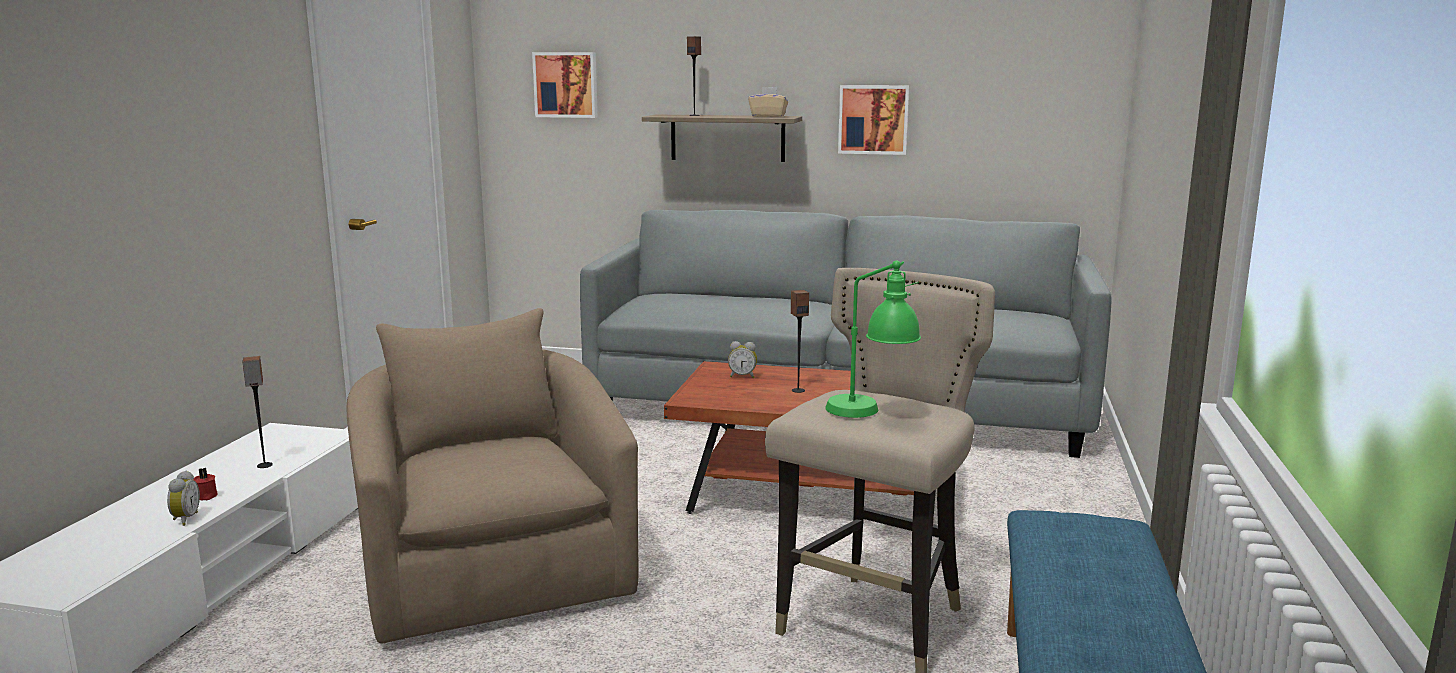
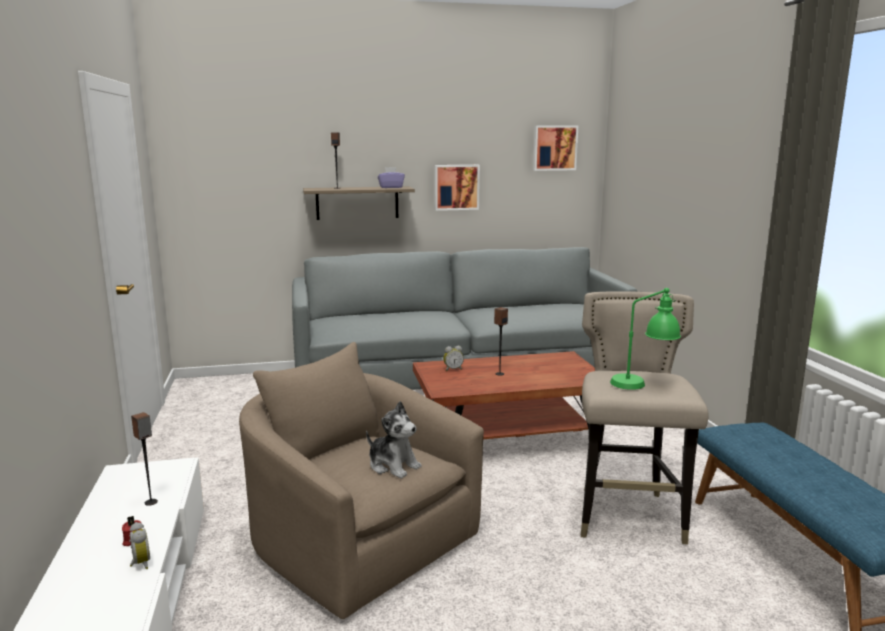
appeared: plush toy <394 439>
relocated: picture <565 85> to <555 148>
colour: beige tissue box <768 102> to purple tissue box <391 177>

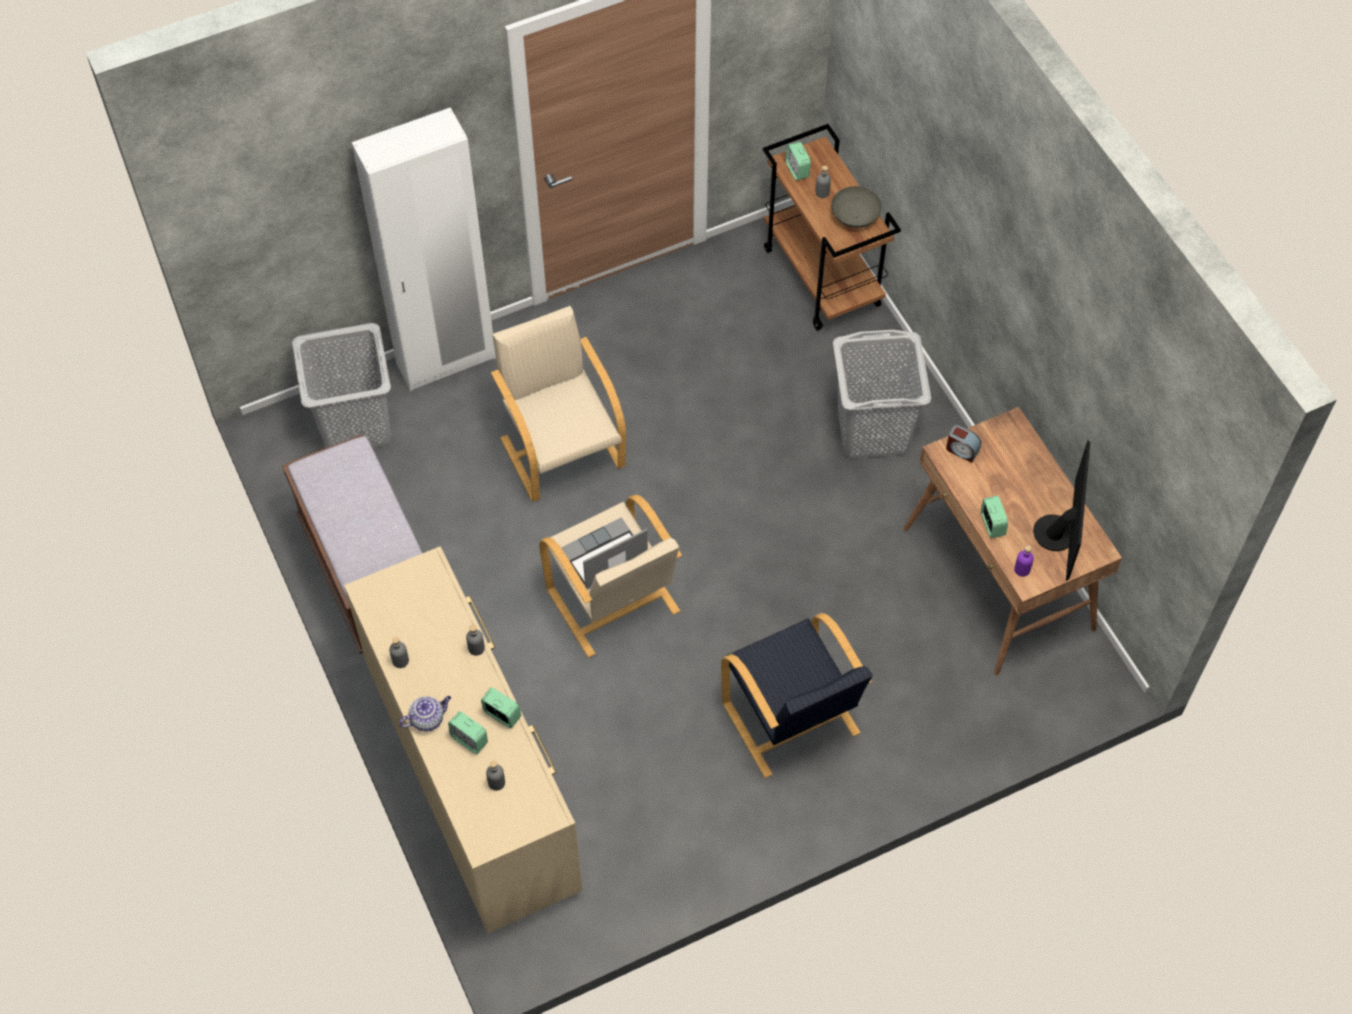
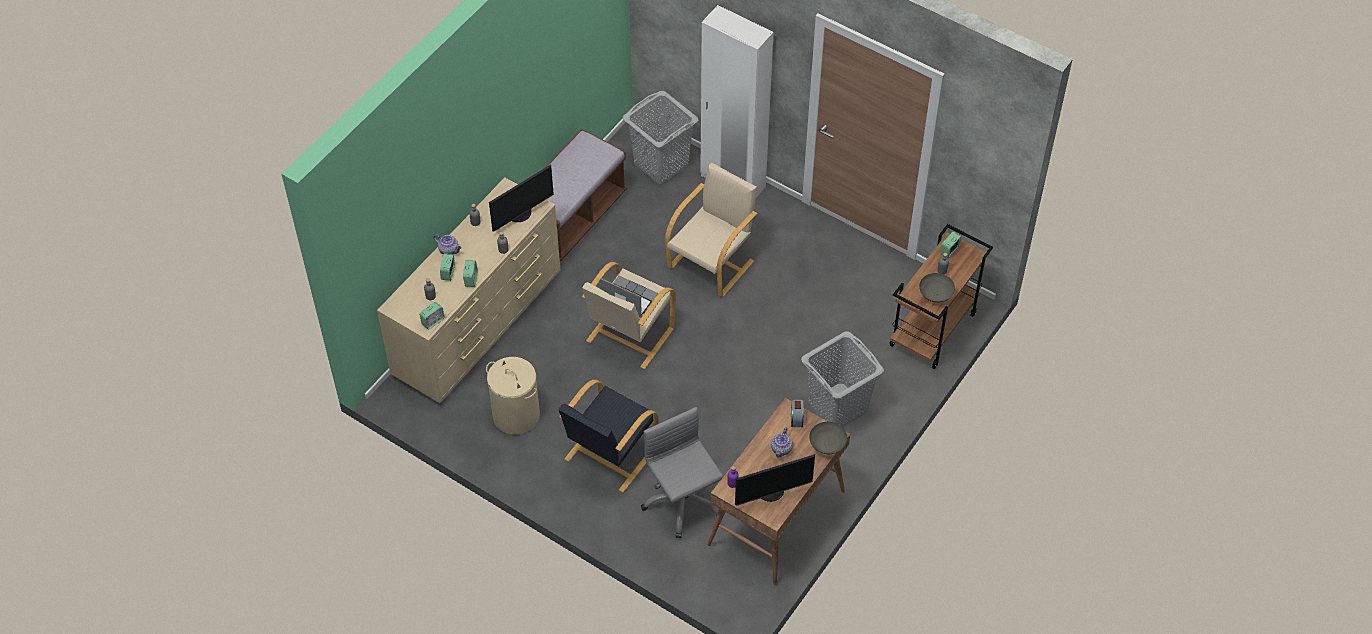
appeared: beige laundry basket <513 396>; monitor <521 198>; grey office chair <682 472>; teapot <782 442>; grey bowl <828 438>
relocated: alarm clock <994 516> to <432 315>

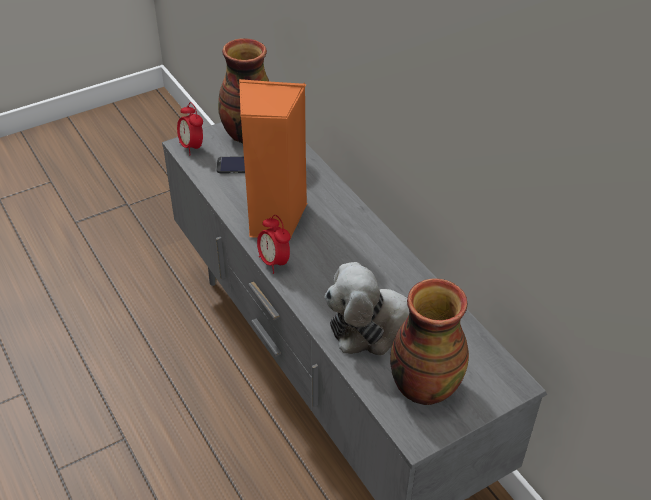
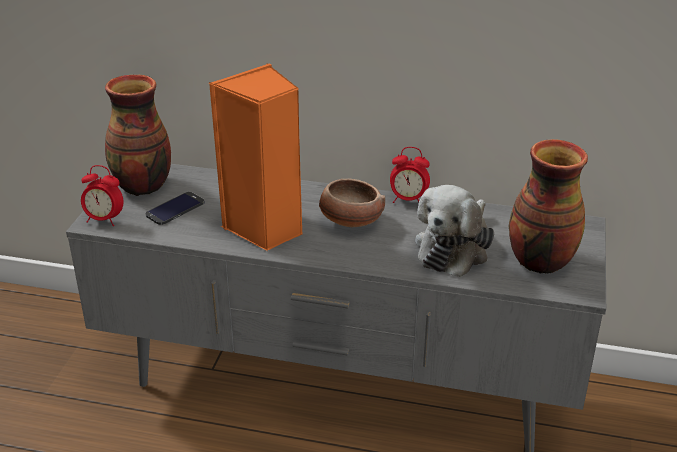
appeared: bowl <352 202>
relocated: alarm clock <274 244> to <410 175>

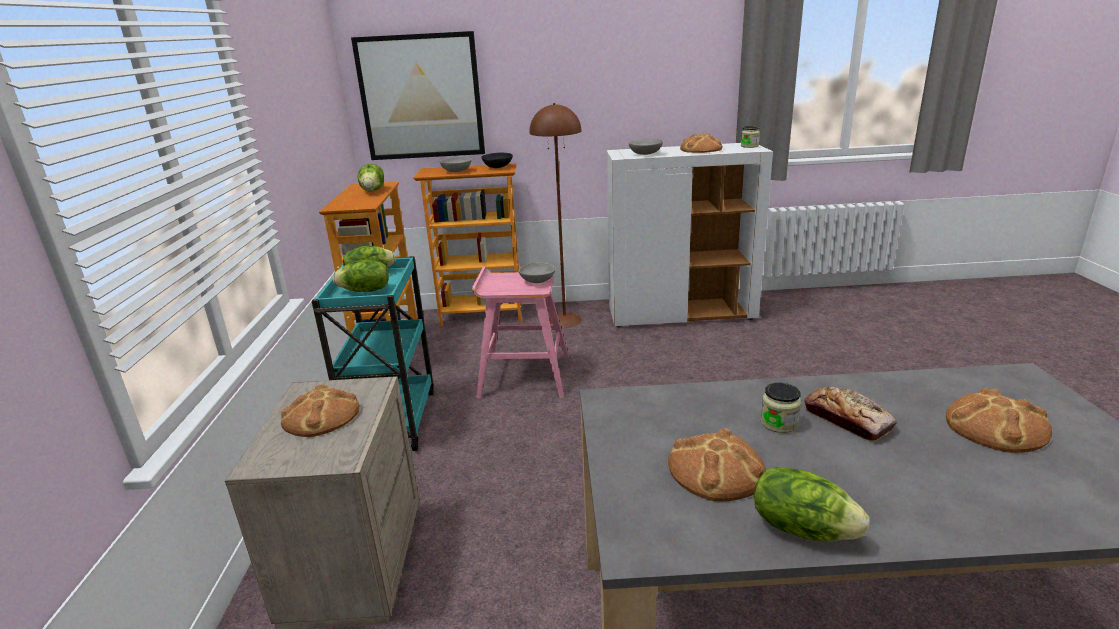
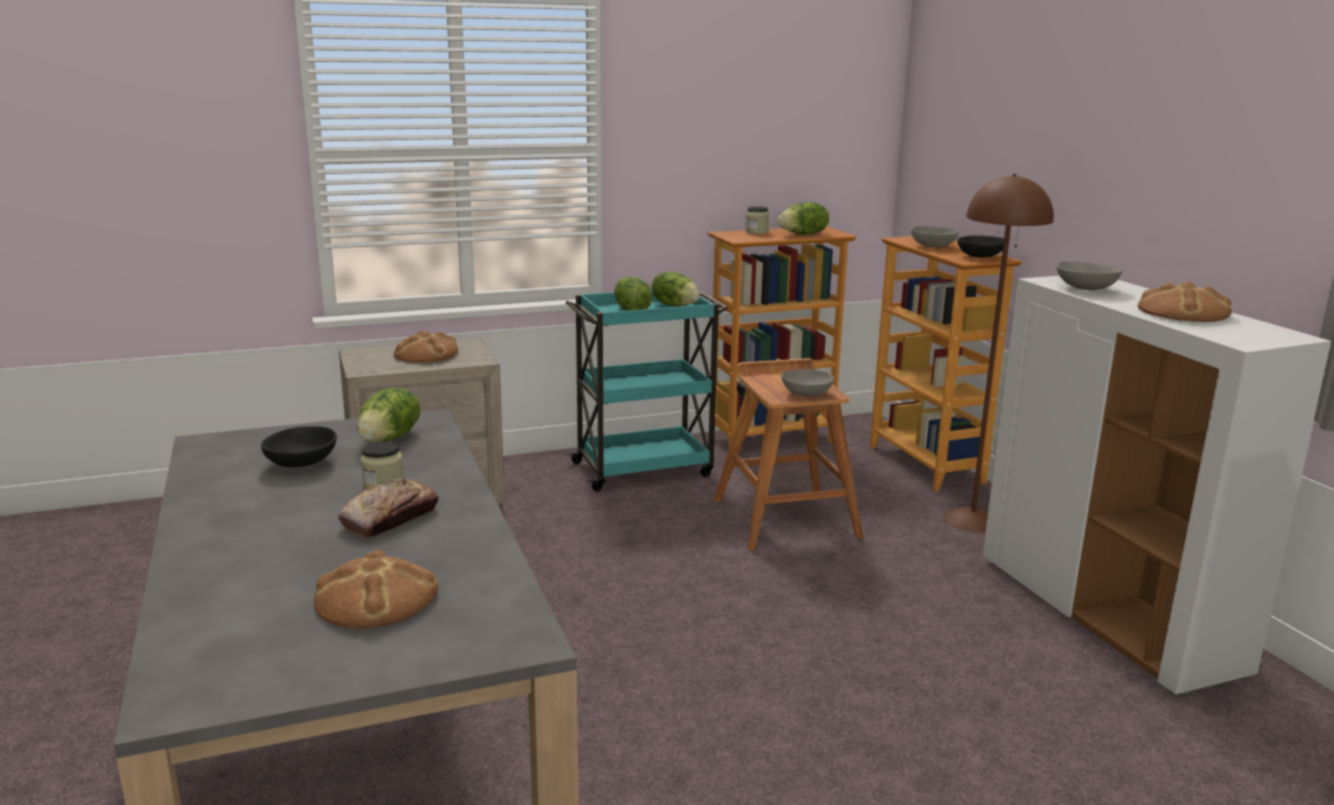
missing: picture <418 95>
relocated: jar <750 137> to <757 220>; lettuce <812 504> to <388 415>
exchanged: bread <717 465> to black bowl <299 446>
colour: pink stool <520 332> to brown stool <788 454>

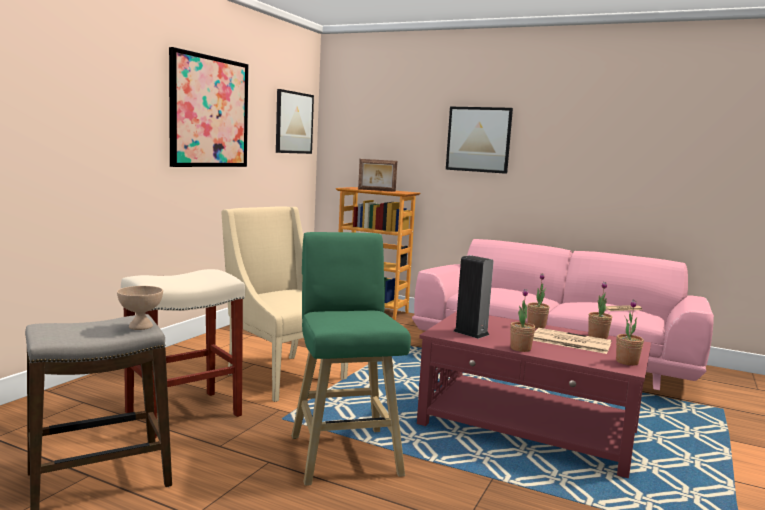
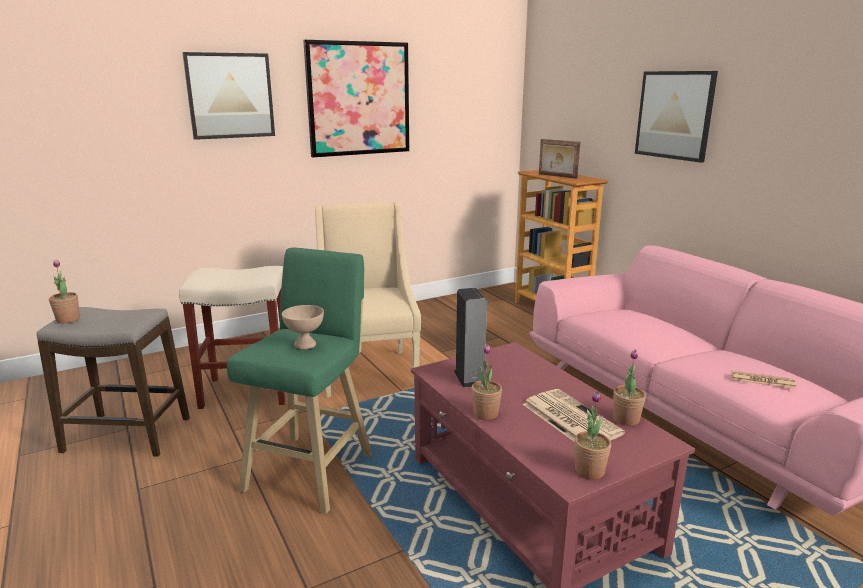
relocated: beige bowl <140 308> to <303 327>; picture <295 121> to <228 96>; potted plant <538 300> to <64 291>

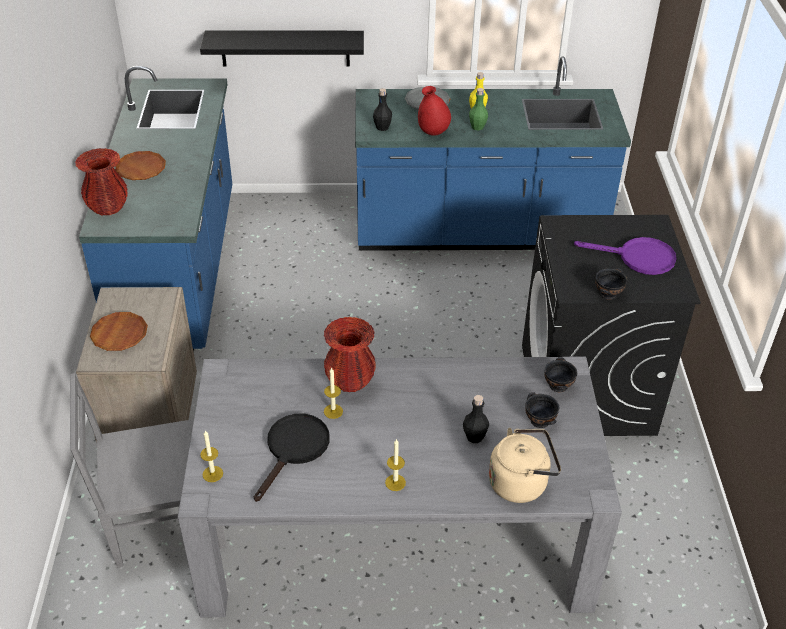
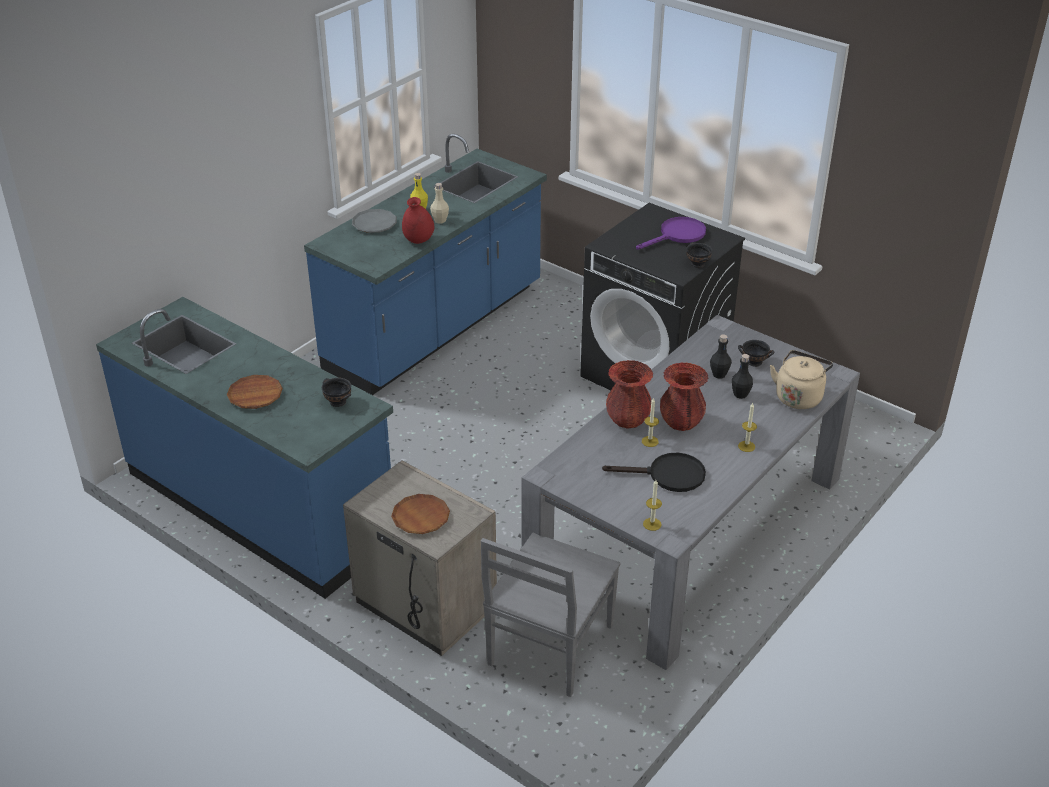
missing: black shelf <282 48>
relocated: red vase <101 181> to <684 396>; black bottle <382 109> to <721 356>; black bowl <560 374> to <336 392>
colour: green bottle <478 109> to beige bottle <439 203>
spun: black frying pan <291 458> = <654 472> 120 degrees clockwise

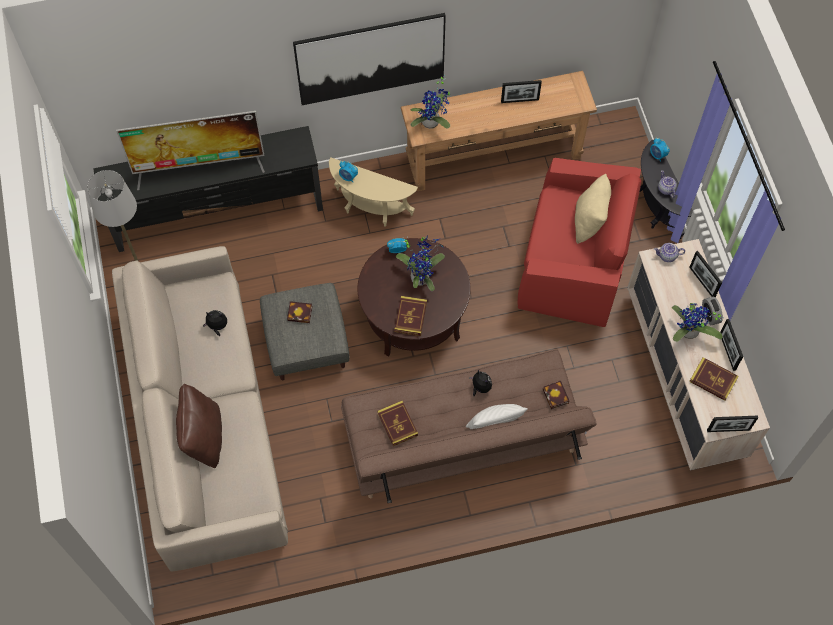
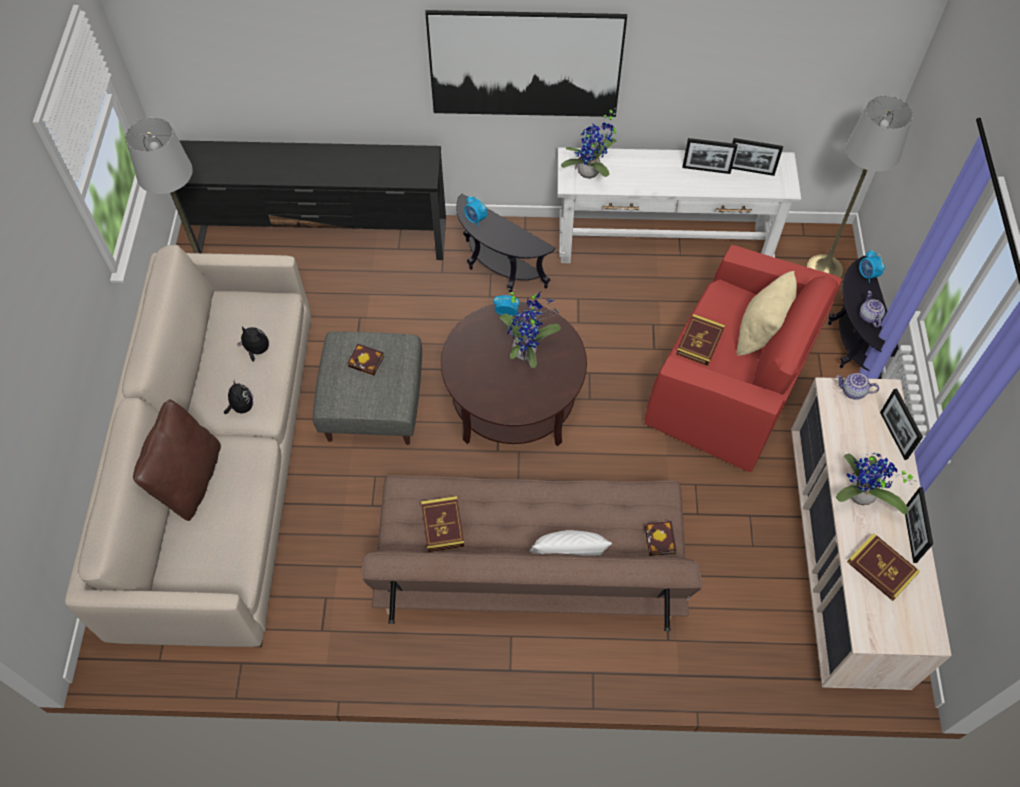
missing: television <190 150>; alarm clock <712 310>
appeared: grey floor lamp <859 187>
relocated: book <410 316> to <700 340>; plush toy <480 383> to <238 397>; picture frame <732 424> to <757 157>
colour: beige side table <373 192> to black side table <506 243>; brown console table <499 131> to white console table <679 205>

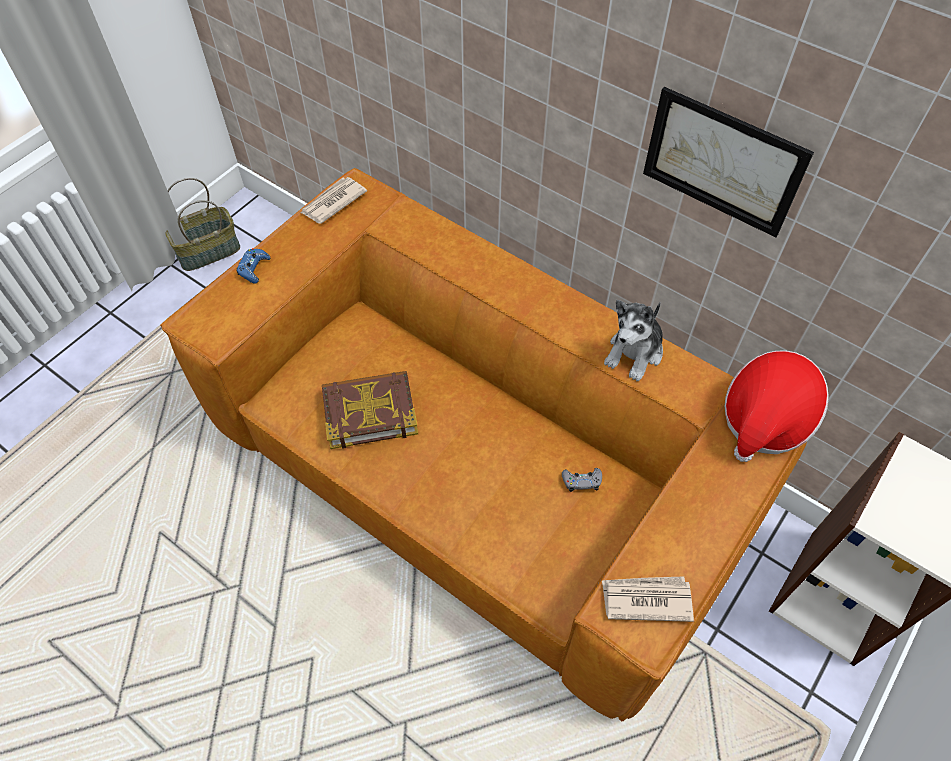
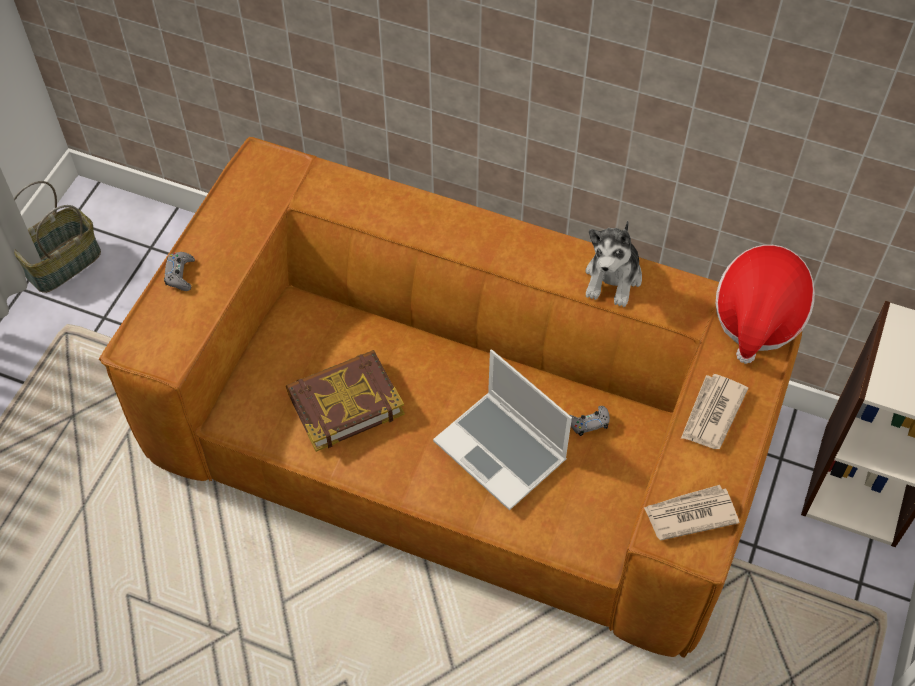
missing: picture <728 162>
appeared: laptop <502 430>
relocated: newspaper <334 200> to <714 411>
colour: blue game controller <253 266> to grey game controller <179 271>

